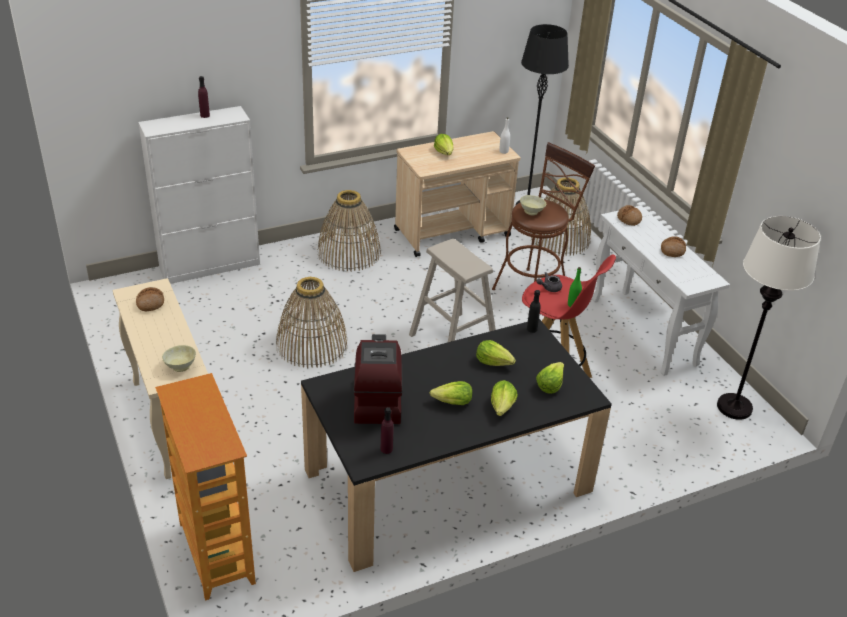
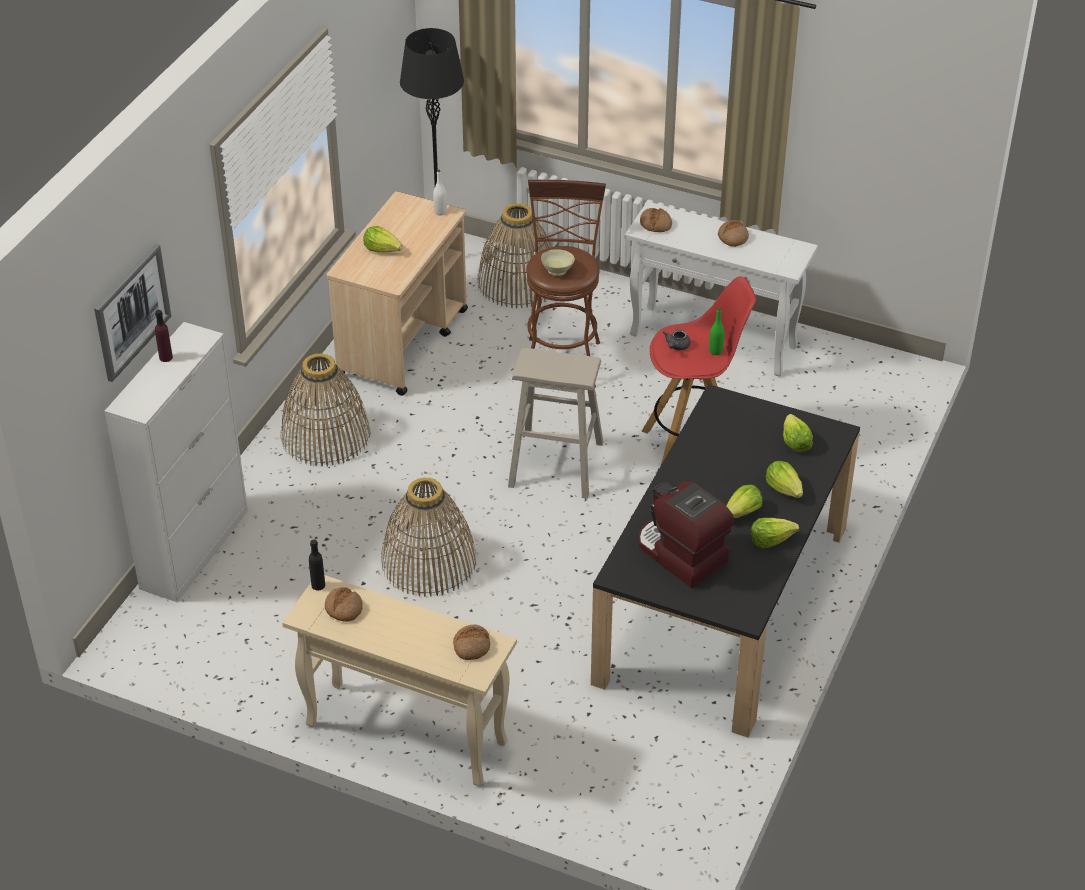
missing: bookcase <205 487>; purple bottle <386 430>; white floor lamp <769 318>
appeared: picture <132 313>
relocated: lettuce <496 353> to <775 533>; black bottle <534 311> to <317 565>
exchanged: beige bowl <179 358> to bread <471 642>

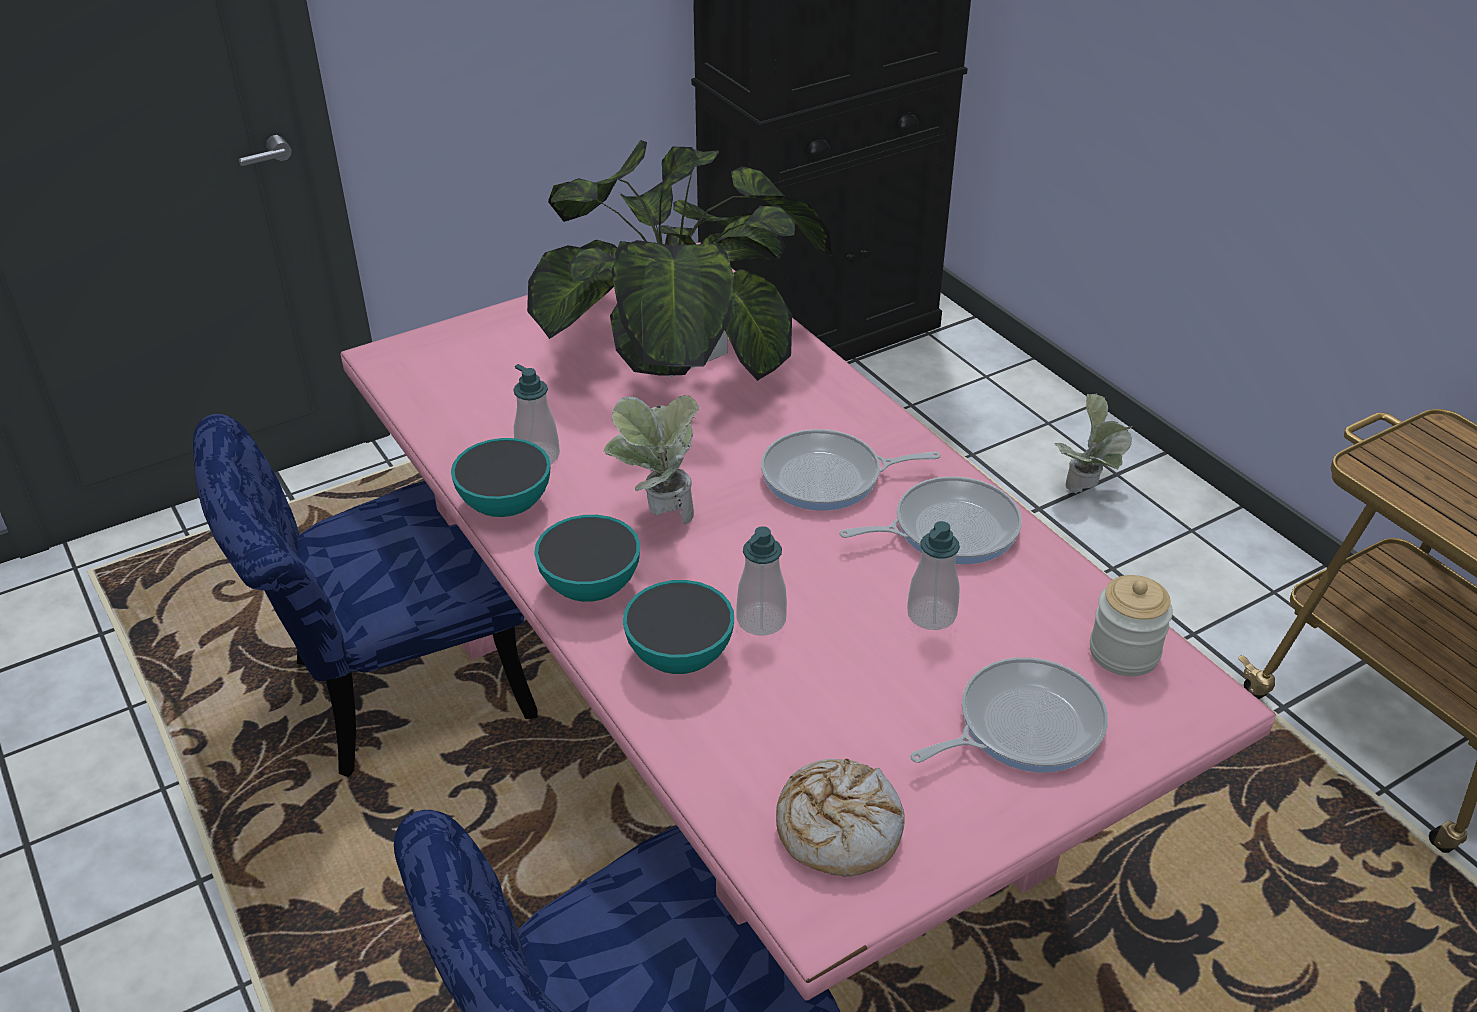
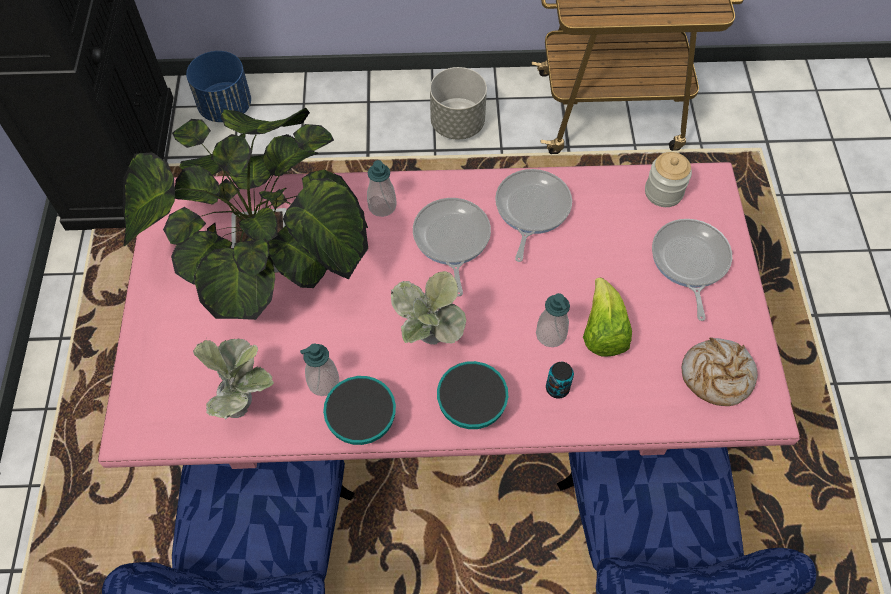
appeared: blue planter <218 86>; grey planter <458 103>; lettuce <607 317>
relocated: soap dispenser <933 575> to <382 188>; potted plant <1093 443> to <233 379>
exchanged: bowl <678 627> to can <560 380>
spun: frying pan <850 470> = <452 247> 150 degrees clockwise

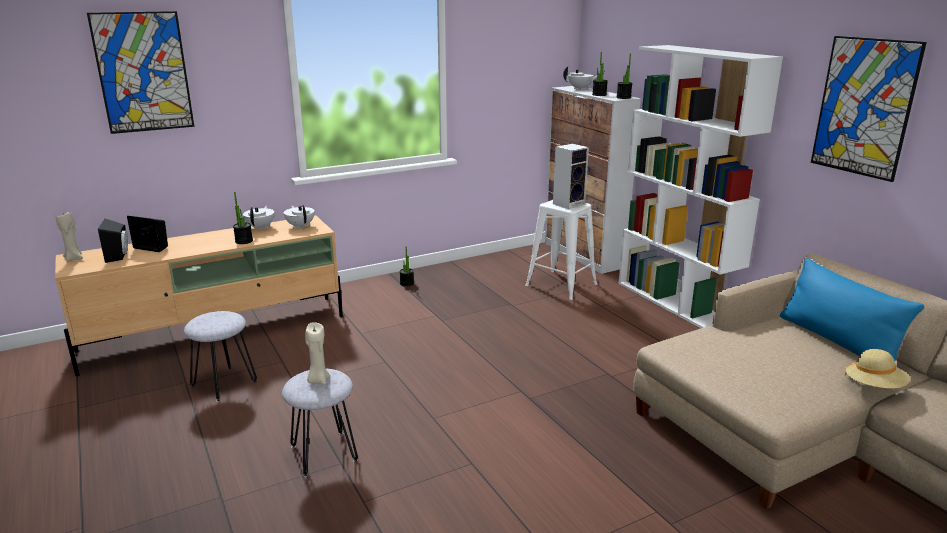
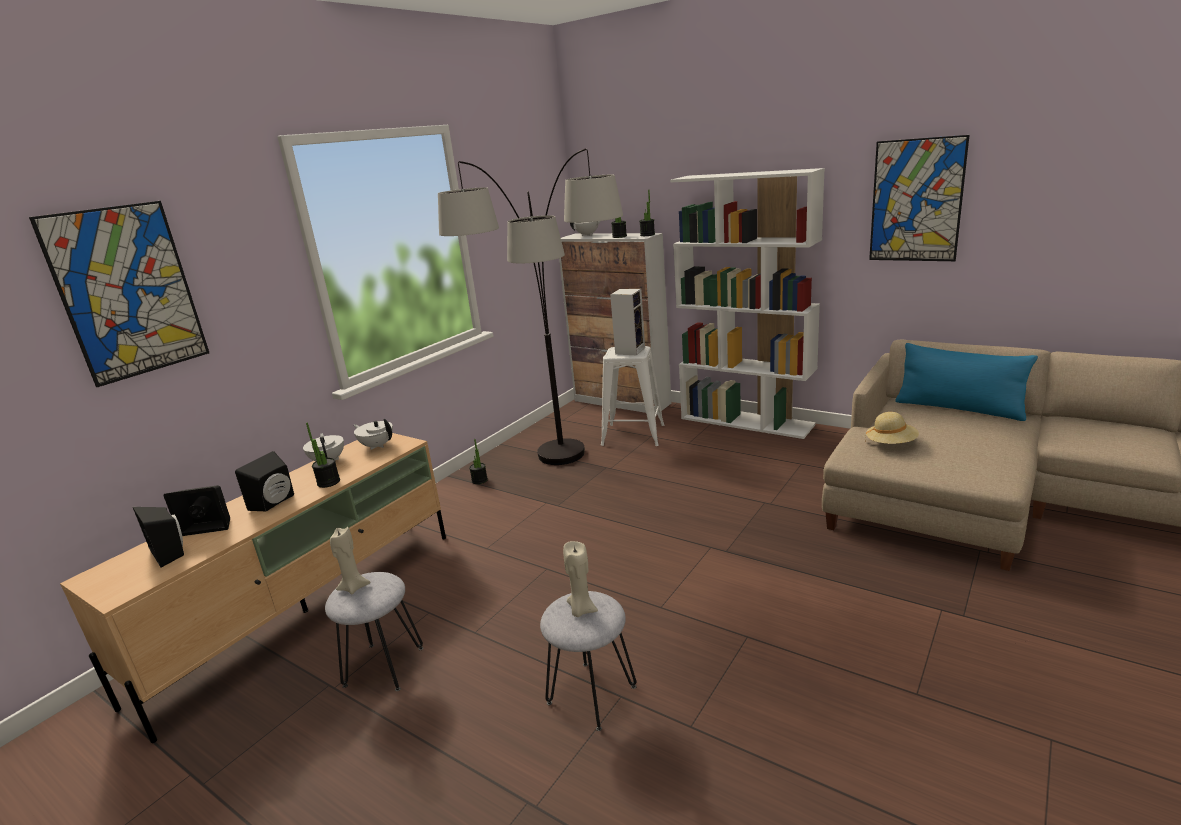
appeared: black speaker <264 481>; floor lamp <530 307>
relocated: beige candle <69 237> to <350 560>; beige hat <877 368> to <892 428>

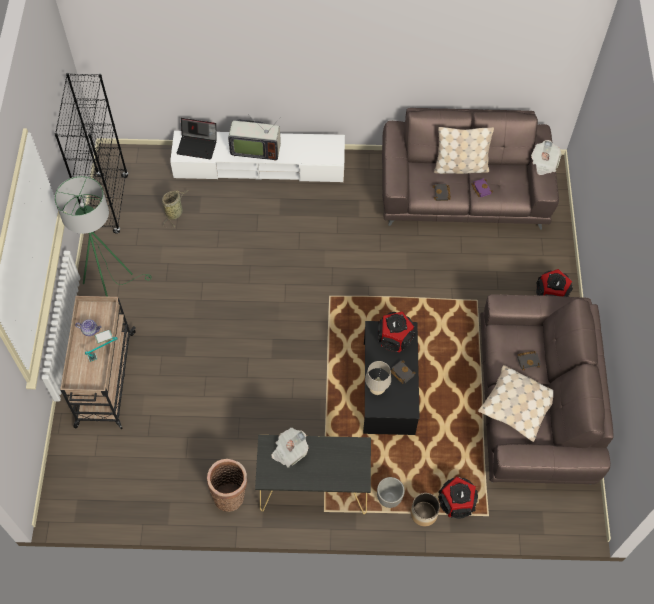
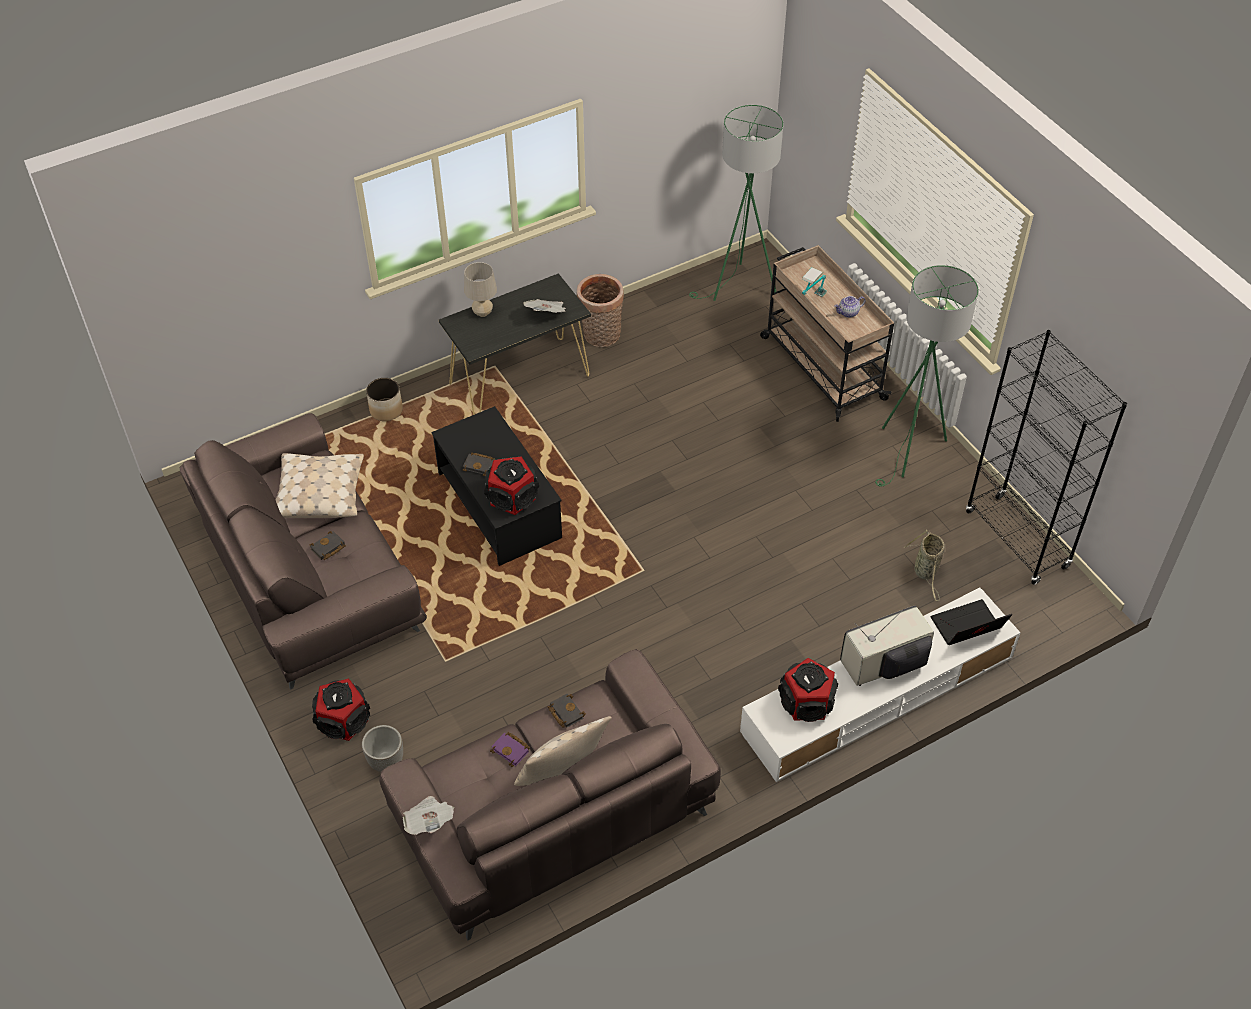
appeared: green floor lamp <736 203>
relocated: beige table lamp <378 378> to <480 289>; planter <391 492> to <382 748>; speaker <458 498> to <808 690>

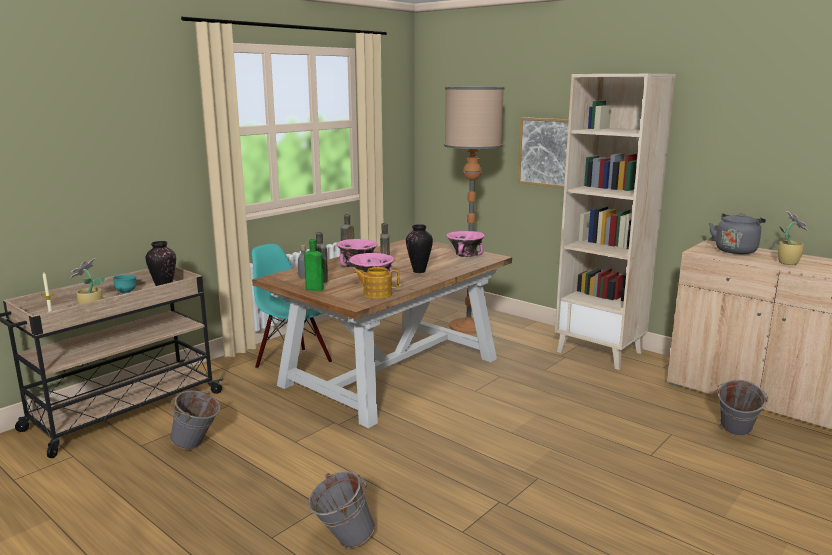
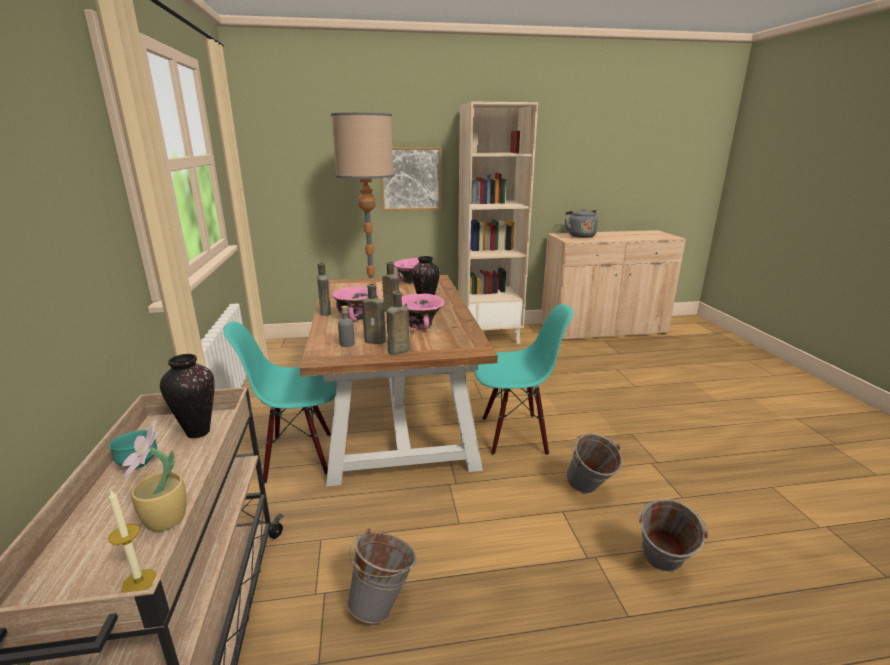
missing: teapot <376 283>; potted plant <793 238>
appeared: turquoise chair <523 380>
relocated: grey bucket <742 408> to <594 464>
colour: green bottle <314 265> to brown bottle <398 323>

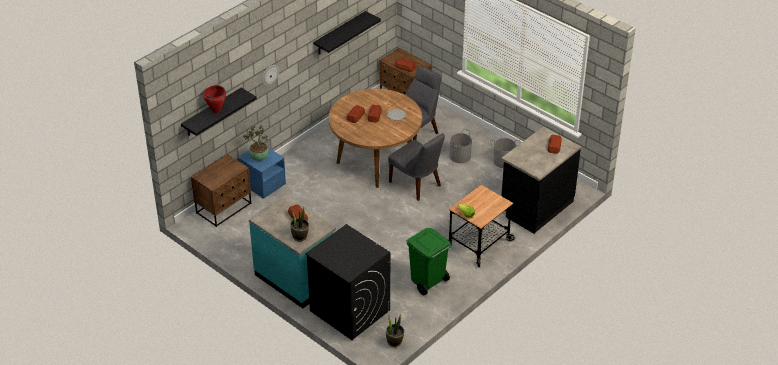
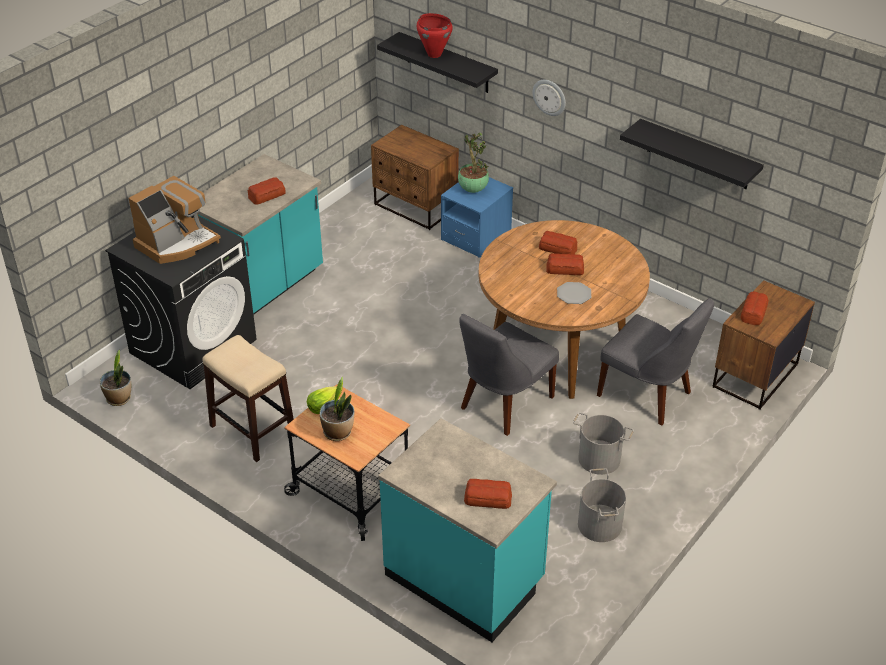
appeared: coffee machine <174 220>
relocated: potted plant <299 224> to <337 408>
exchanged: green trash can <429 261> to stool <248 398>
colour: black counter <541 180> to turquoise counter <467 530>

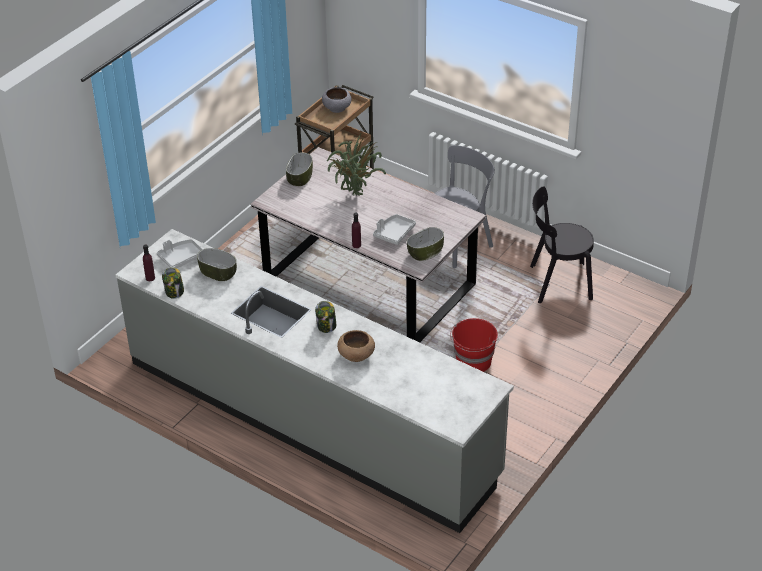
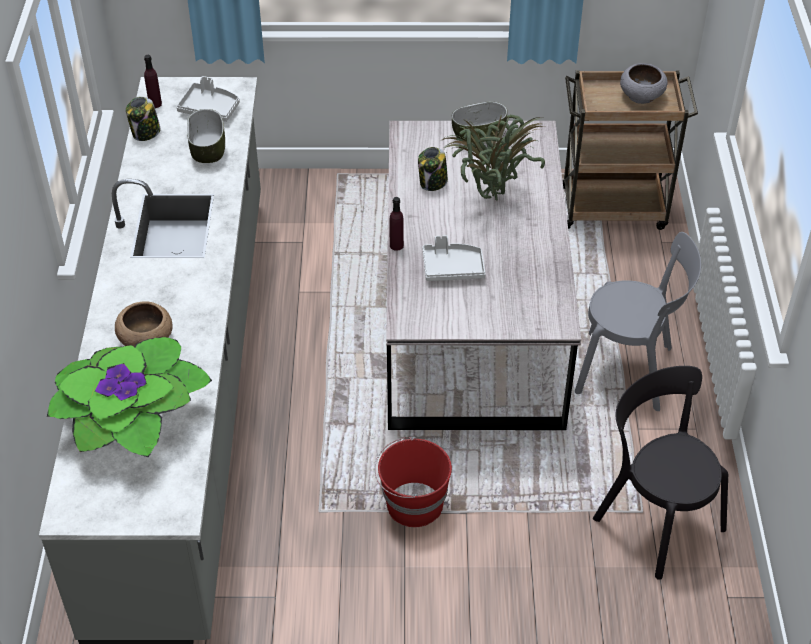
missing: bowl <425 244>
appeared: potted plant <129 397>
relocated: jar <325 317> to <433 169>

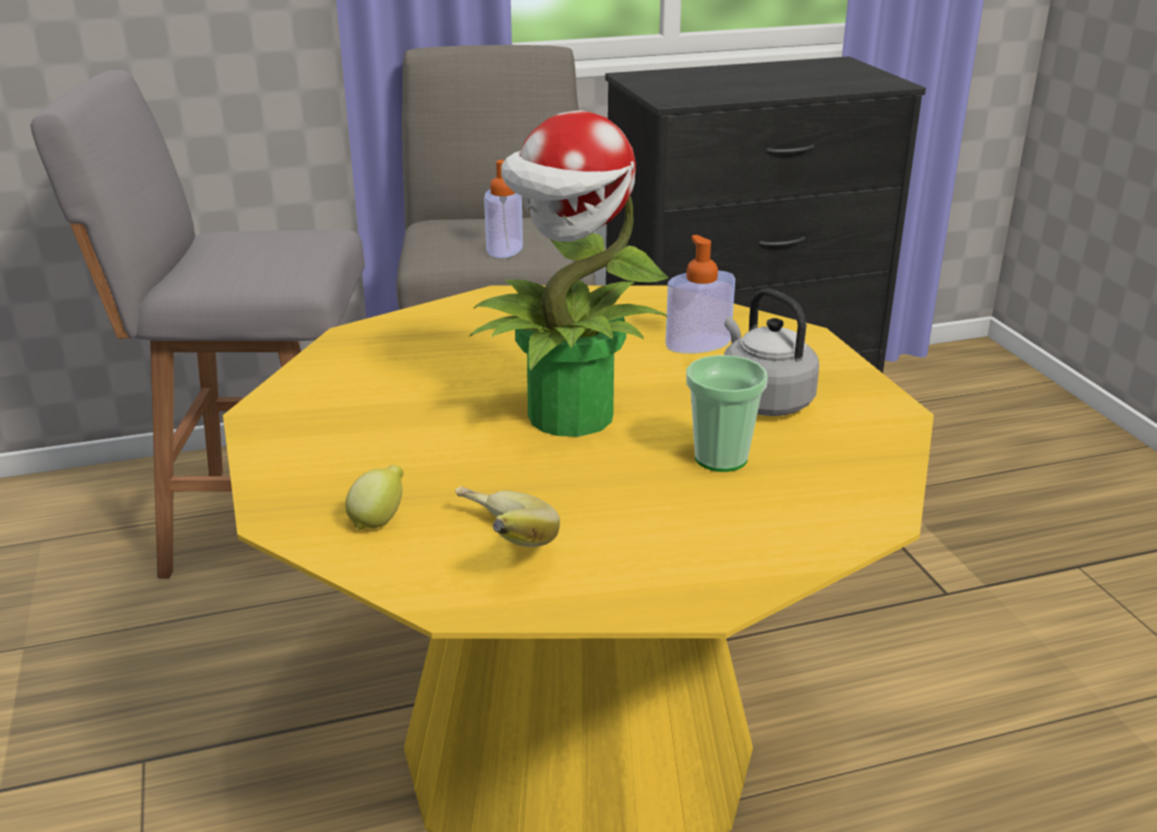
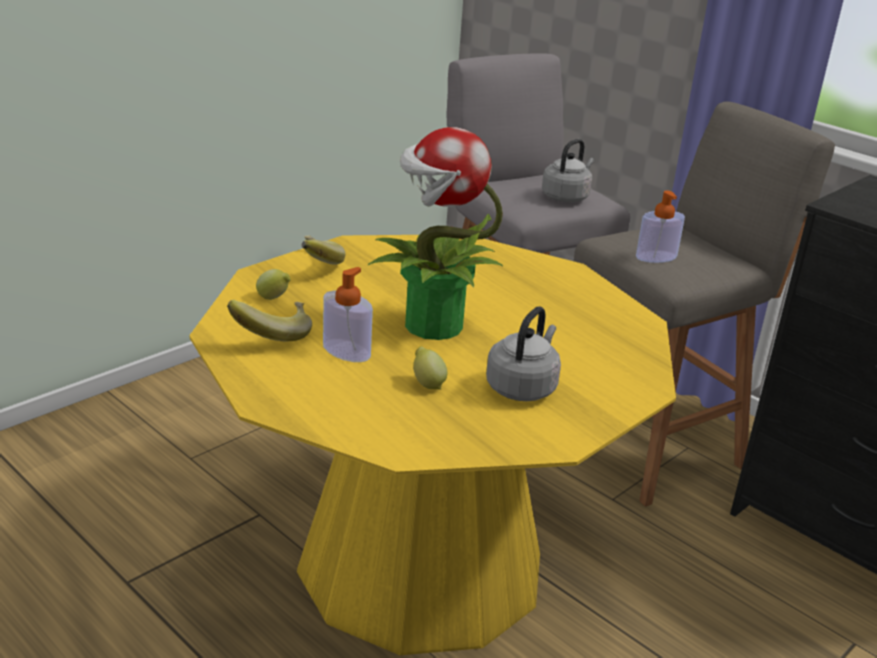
appeared: banana <323 250>; grey kettle <568 170>
relocated: soap dispenser <700 294> to <348 314>
exchanged: cup <727 413> to lemon <430 368>

